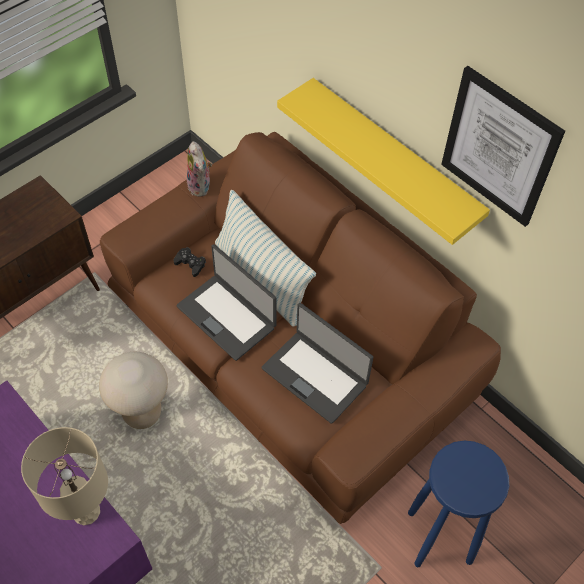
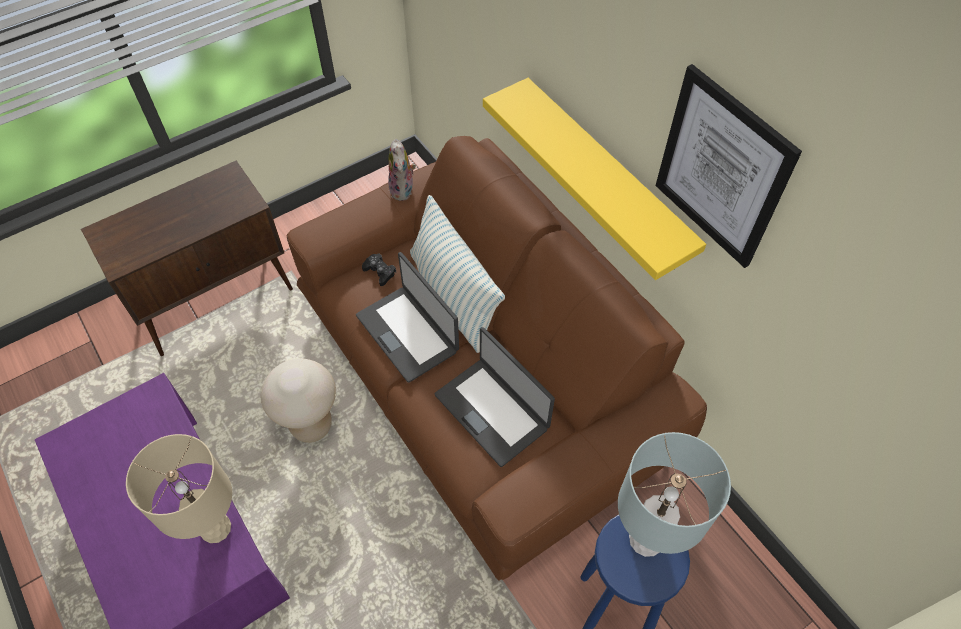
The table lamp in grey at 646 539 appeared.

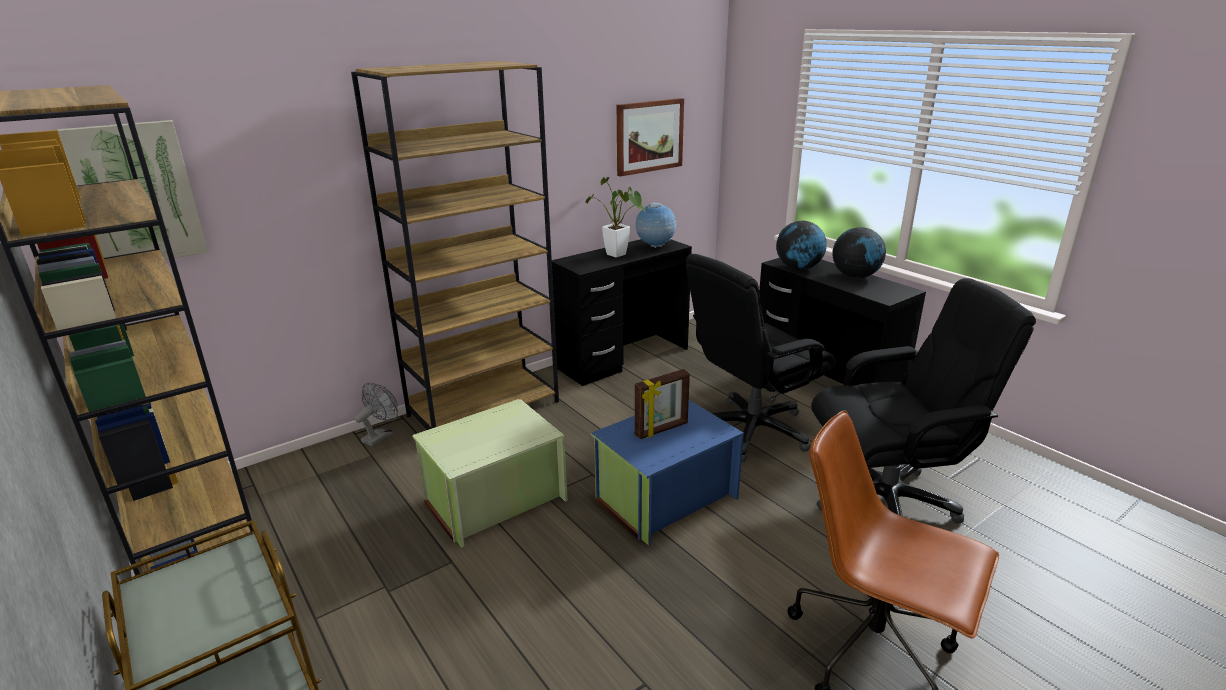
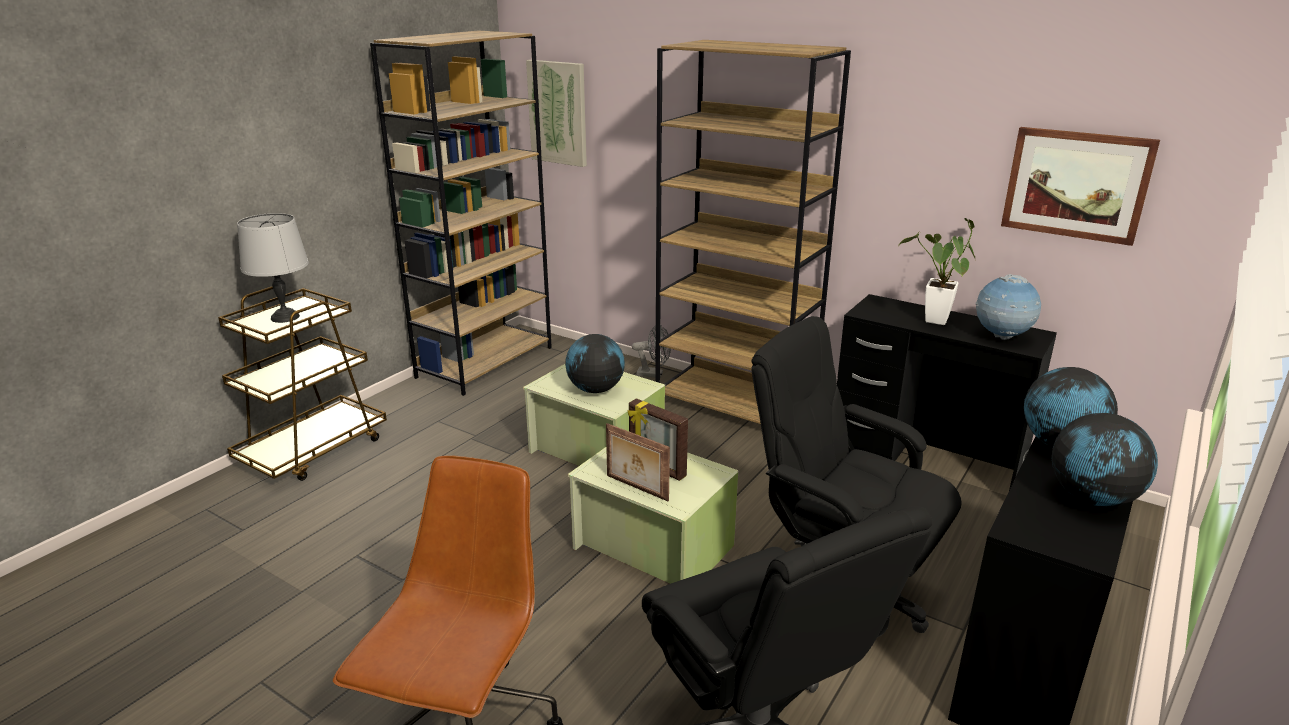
The storage box in blue at 664 498 became the storage box in green at 654 546.
The table lamp in grey at 285 317 appeared.
The globe at 595 390 appeared.
The picture frame at 636 488 appeared.

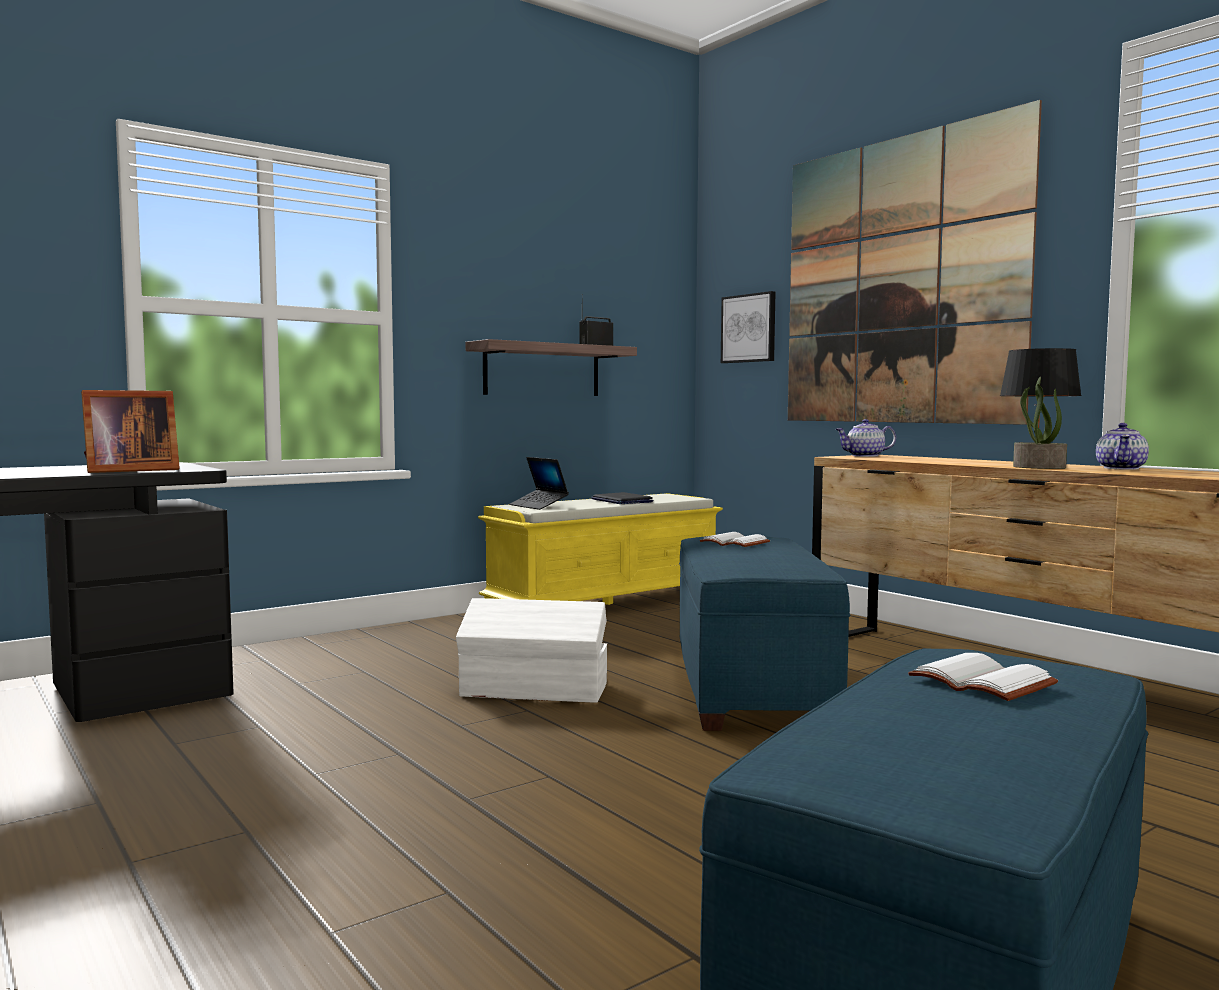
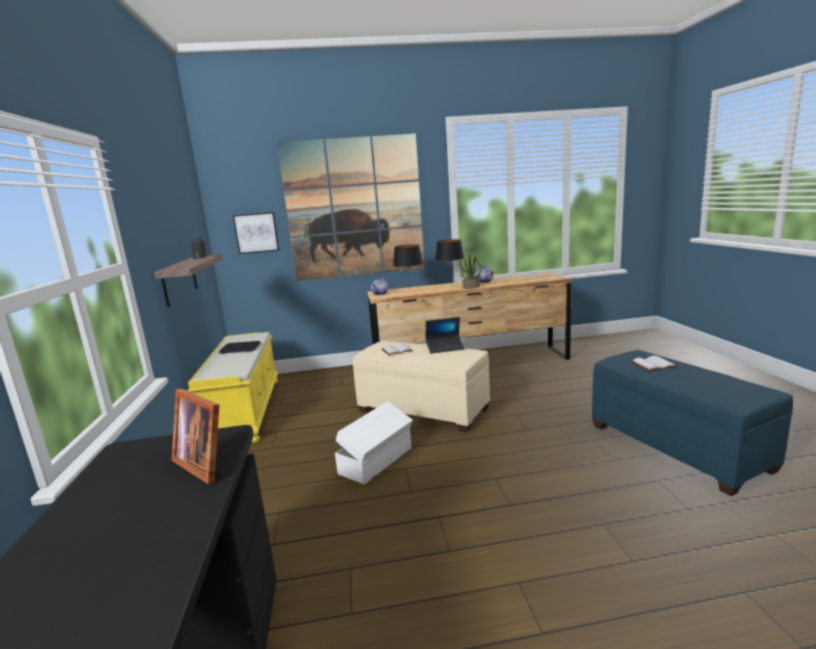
The picture frame at 127 470 turned 135 degrees clockwise.
The laptop moved from 538 506 to 445 348.
The ottoman in blue at 752 687 became the ottoman in beige at 424 409.
The table lamp in black at 409 291 appeared.

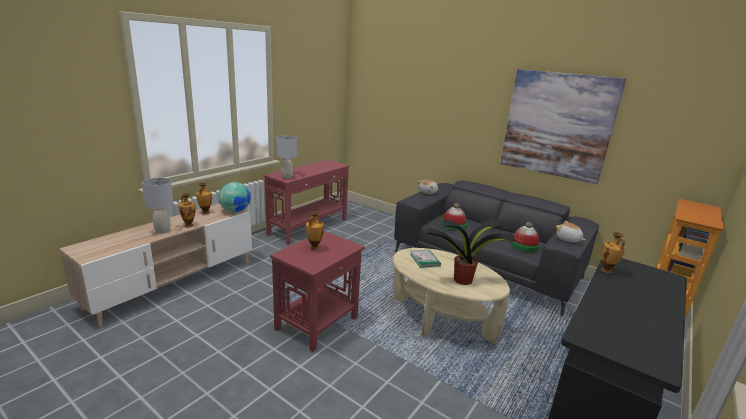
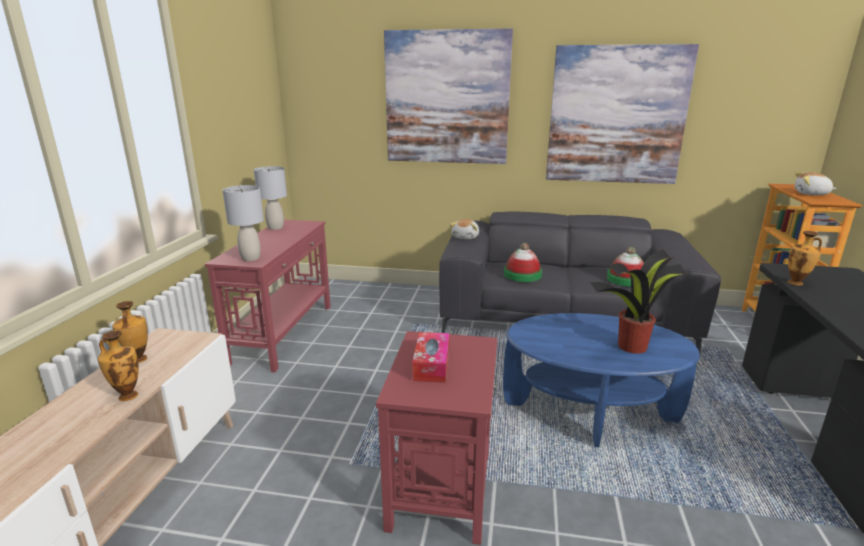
The table lamp in grey moved from 163 231 to 276 228.
The globe at 235 211 disappeared.
The vase at 314 248 was replaced by the tissue box at 431 365.
The plush toy moved from 568 239 to 811 194.
The coffee table in beige at 441 319 became the coffee table in blue at 590 412.
The book at 424 260 disappeared.
The picture at 447 98 appeared.

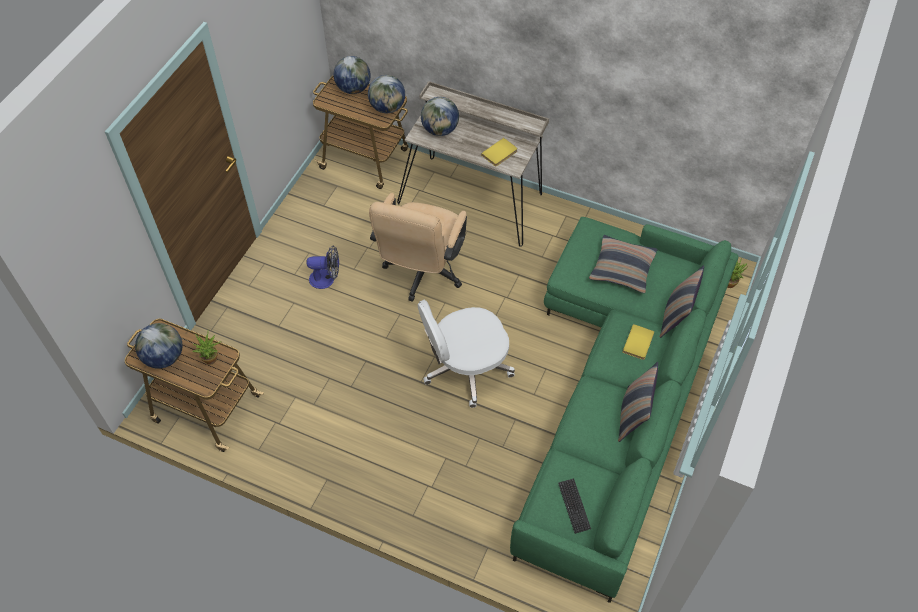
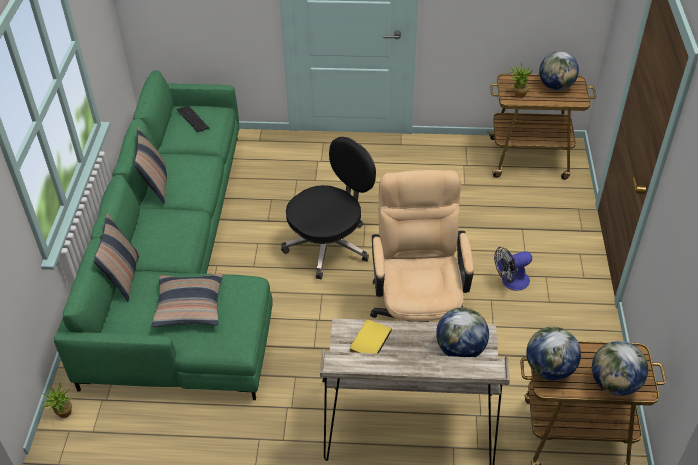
The office chair in white at 465 368 became the office chair in black at 329 245.
The book in yellow at 639 343 disappeared.

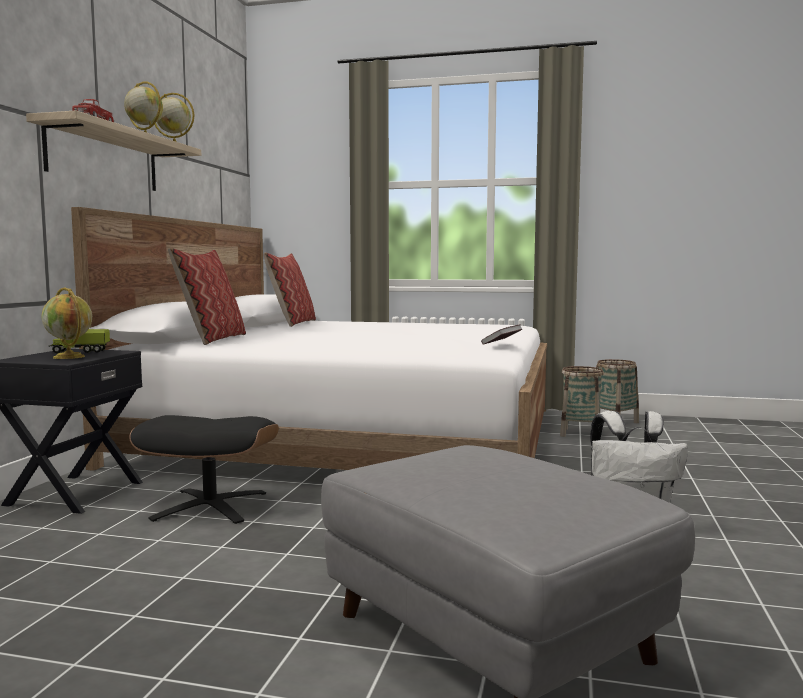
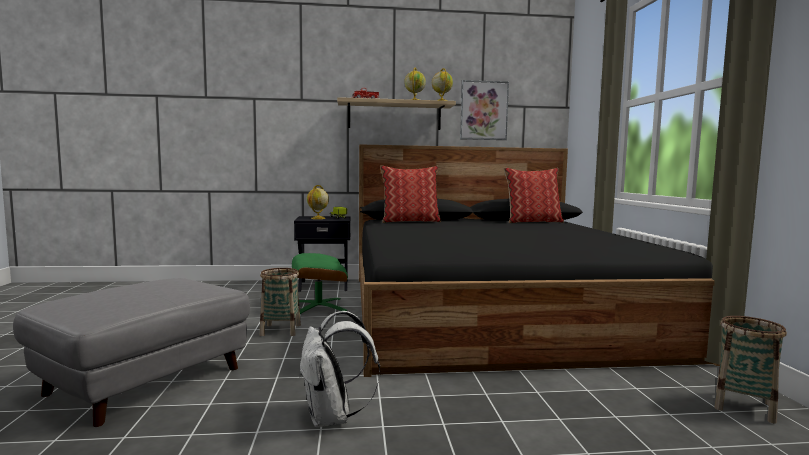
The bed in white at 353 435 became the bed in black at 492 311.
The book at 501 343 disappeared.
The basket moved from 580 433 to 280 330.
The ottoman in black at 209 506 became the ottoman in green at 318 306.
The picture at 483 110 appeared.

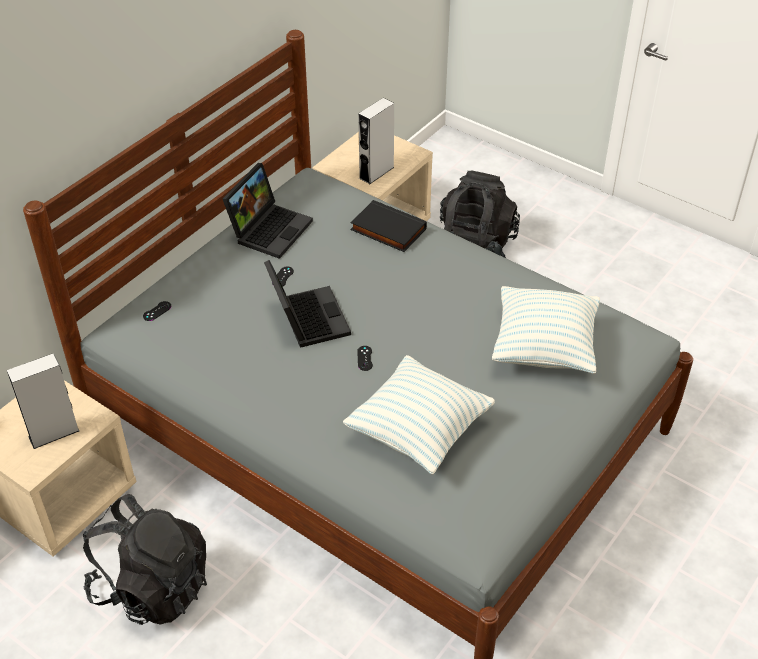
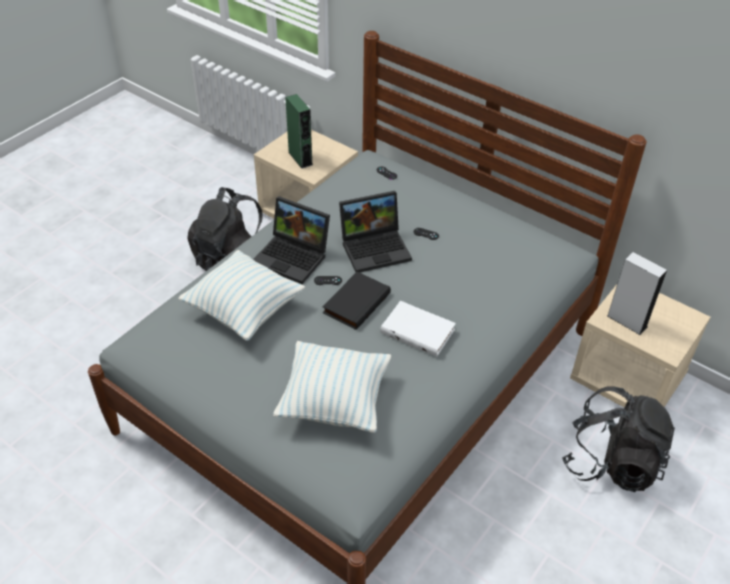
The laptop moved from 269 228 to 294 257.
The book in black moved from 387 230 to 355 302.
The speaker in grey at 54 433 became the speaker in green at 300 158.
The book in white at 419 330 appeared.

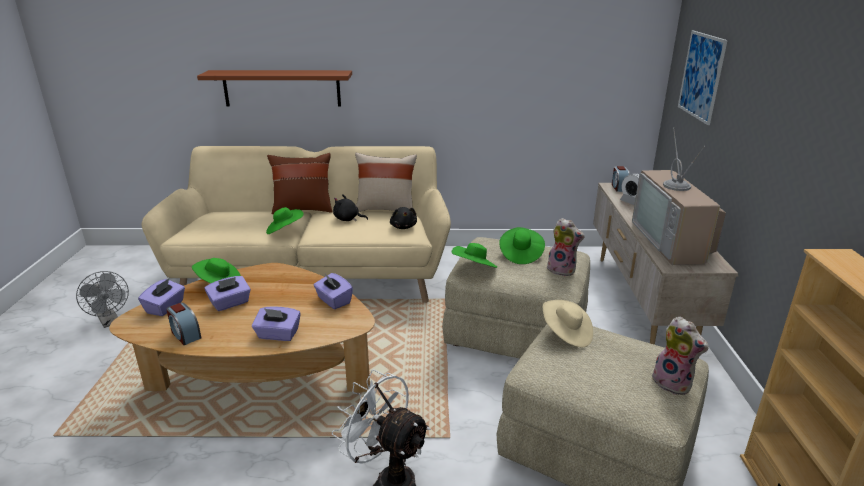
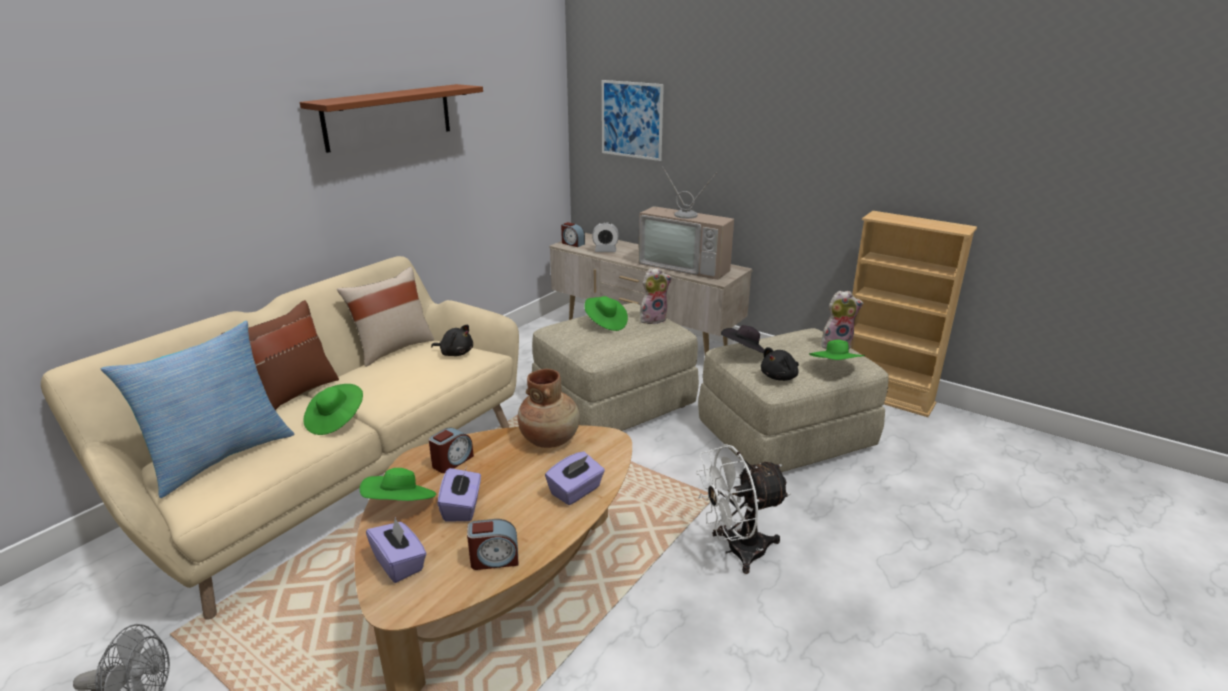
The shelf in brown moved from 282 88 to 389 116.
The plush toy in black moved from 348 219 to 780 377.
The hat in green moved from 474 268 to 835 368.
The tissue box in purple at 333 301 was replaced by the vase in brown at 550 439.
The hat in beige at 566 334 became the hat in black at 745 354.
The pillow at 220 456 appeared.
The alarm clock at 452 461 appeared.

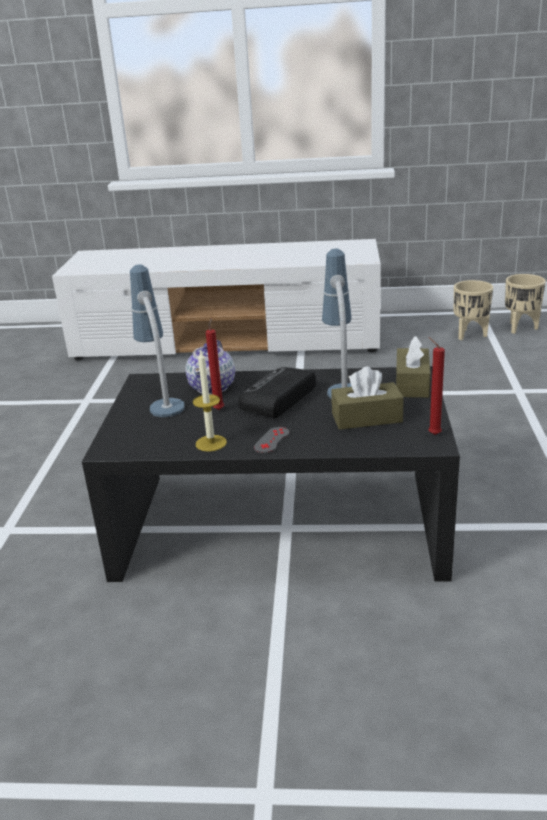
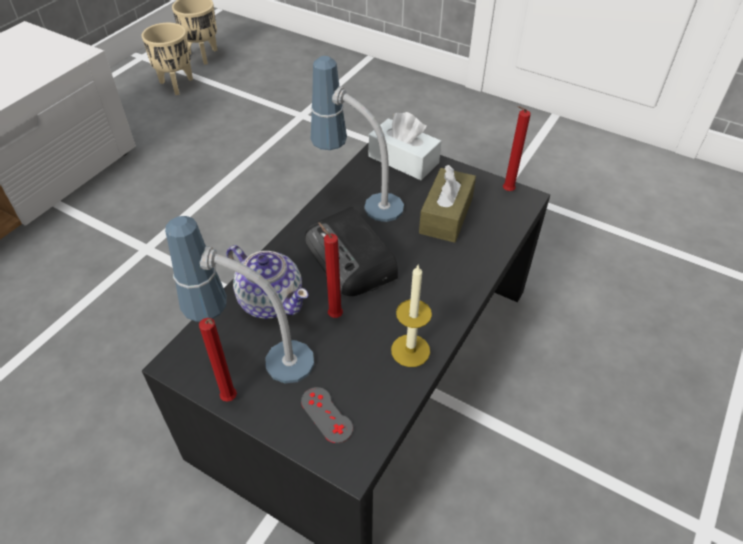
The tissue box in brown at 412 384 became the tissue box in white at 403 160.
The game controller in grey moved from 272 440 to 326 415.
The candle in red at 230 400 appeared.

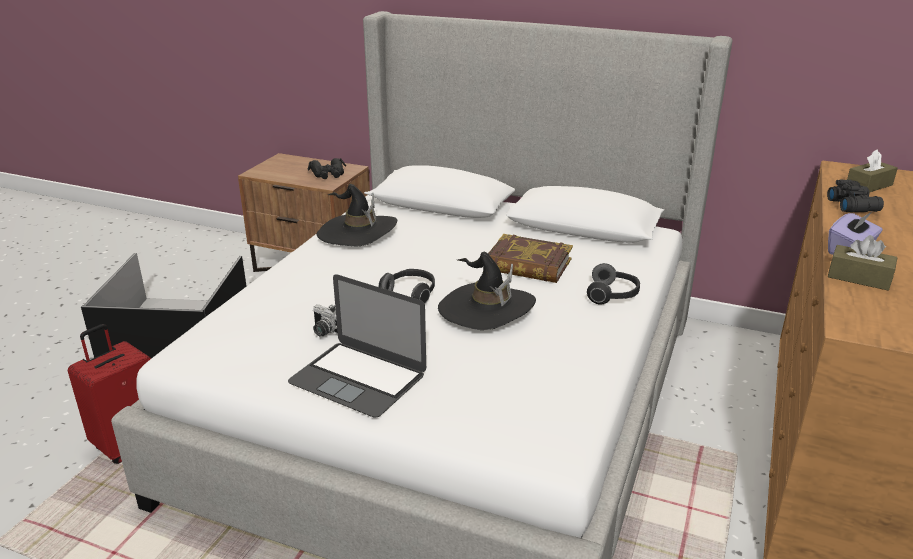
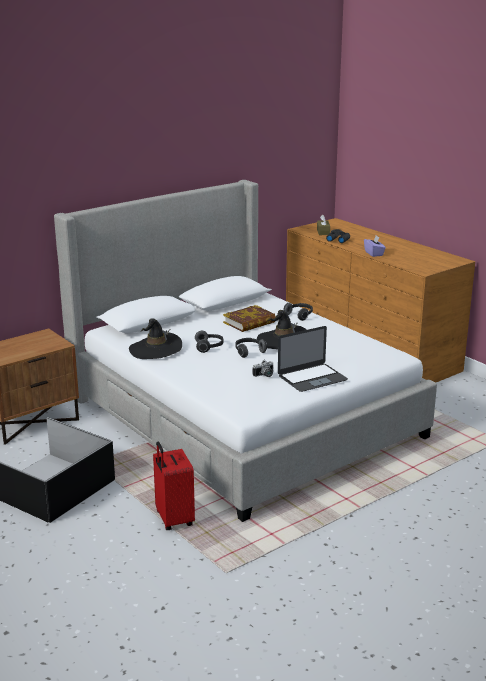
The binoculars in black at 328 174 disappeared.
The tissue box in brown at 859 278 disappeared.
The headphones at 209 347 appeared.

